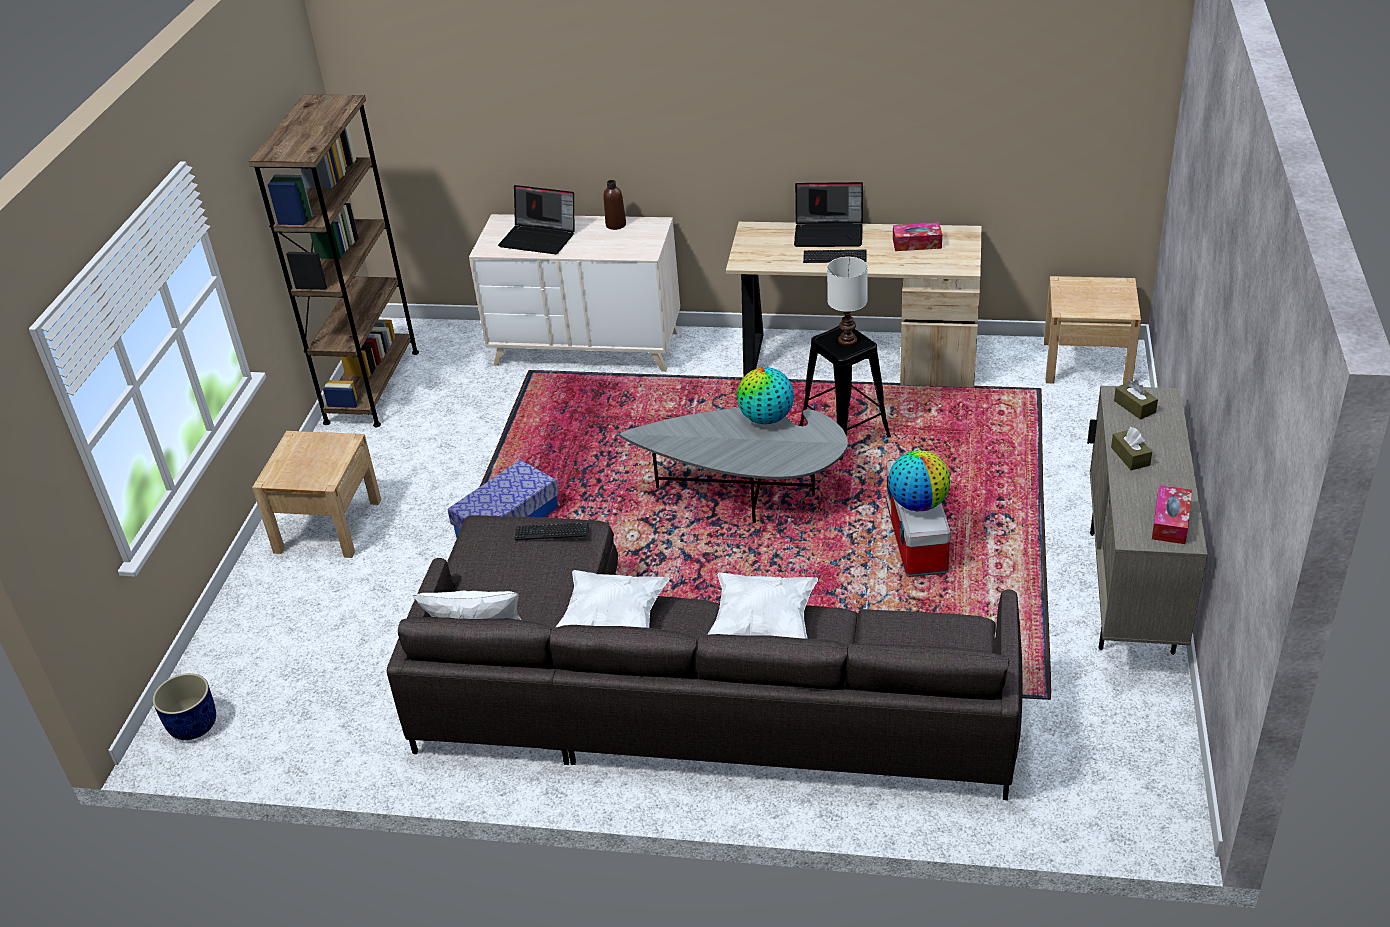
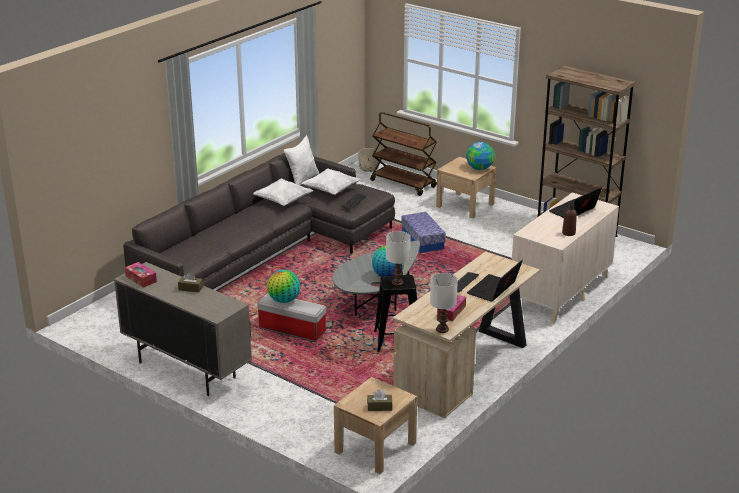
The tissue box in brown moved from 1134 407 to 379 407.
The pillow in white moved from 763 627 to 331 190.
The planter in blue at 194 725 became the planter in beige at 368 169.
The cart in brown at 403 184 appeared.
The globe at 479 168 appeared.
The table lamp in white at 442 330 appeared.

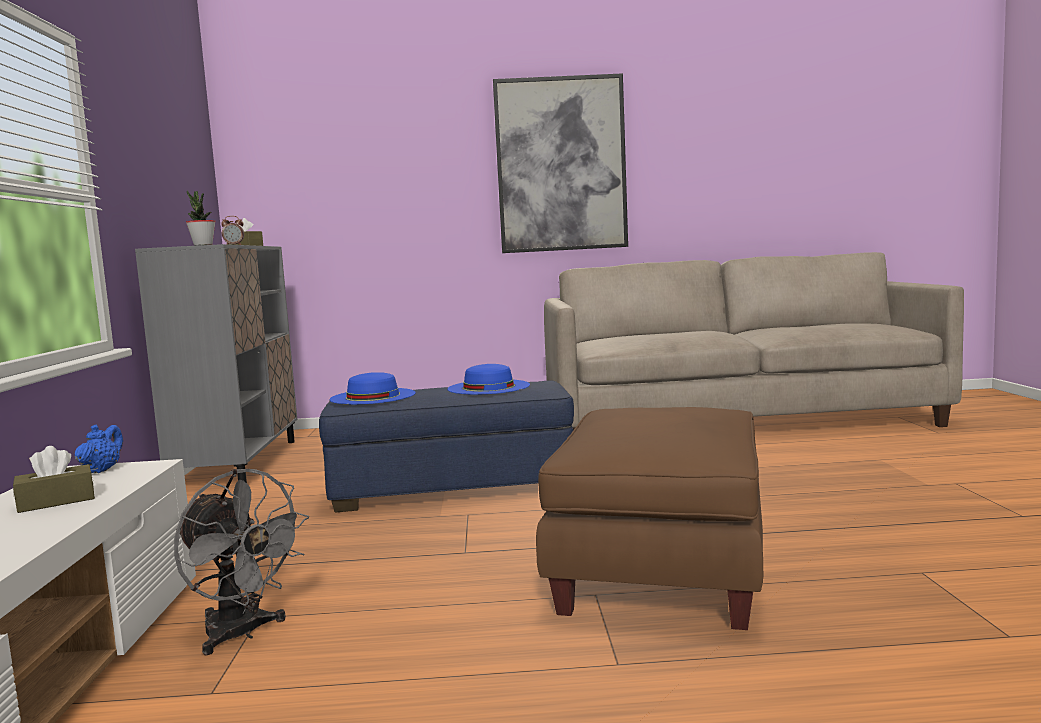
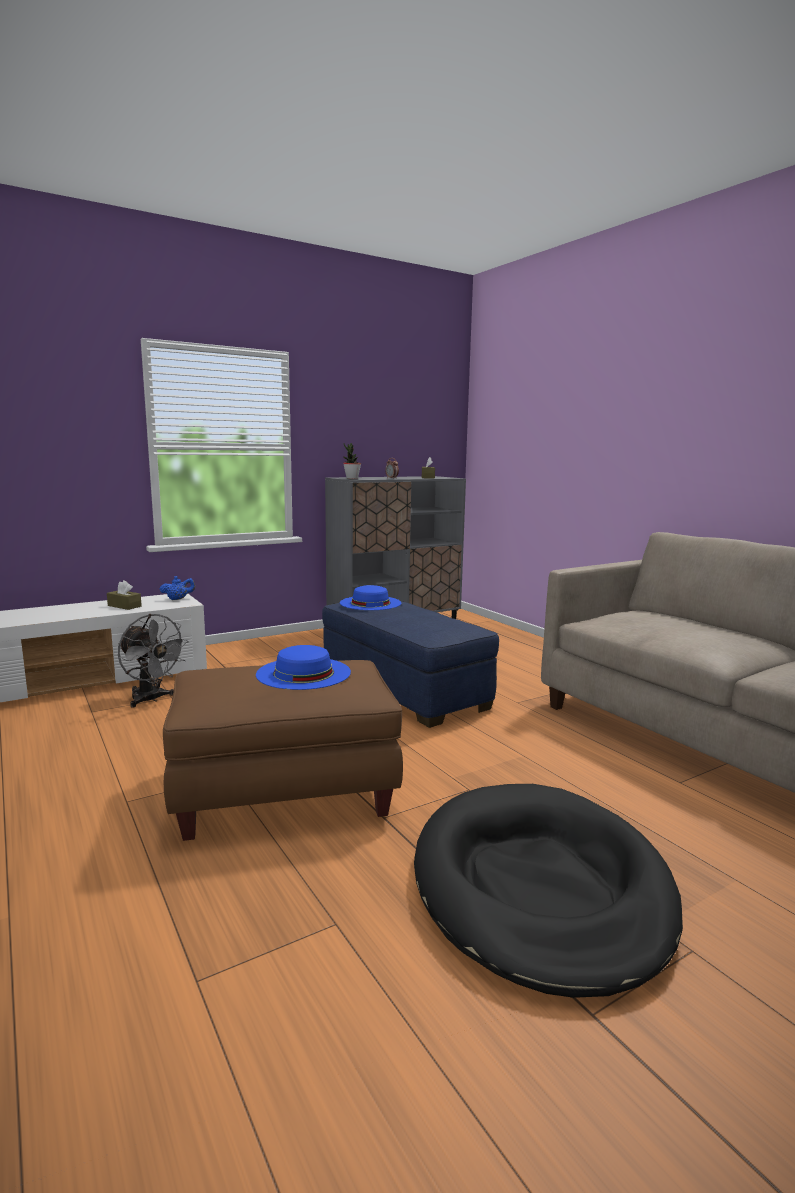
The picture at 561 165 disappeared.
The hat in blue moved from 488 387 to 303 673.
The fan in grey at 242 634 turned 60 degrees counterclockwise.
The dog bed in black at 540 887 appeared.

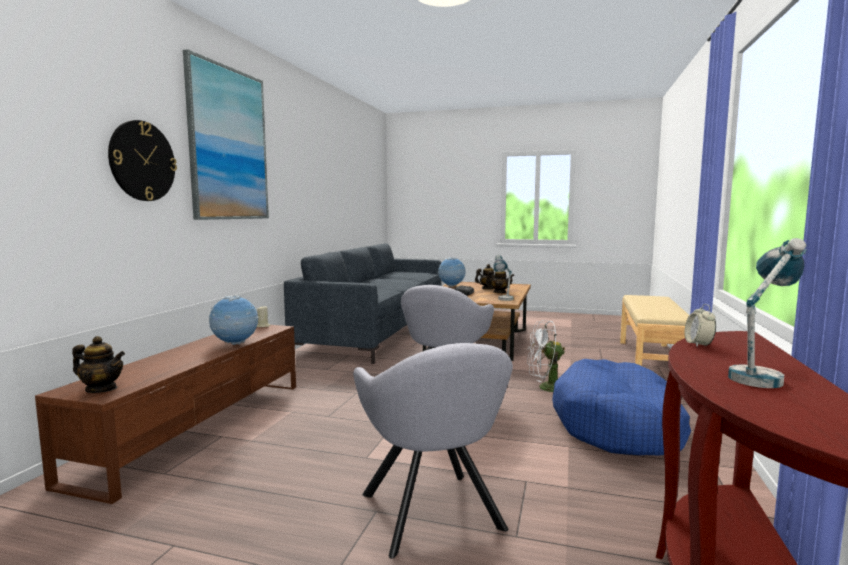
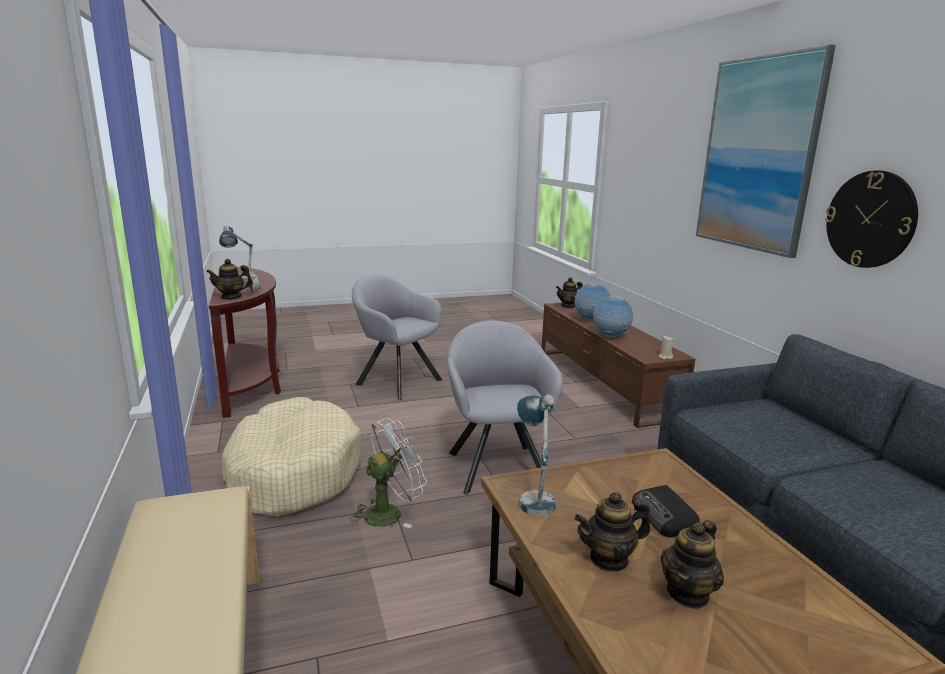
The wall clock moved from 142 161 to 870 219.
The globe moved from 451 286 to 591 320.
The dog bed in blue at 618 425 became the dog bed in beige at 292 472.
The teapot at 231 297 appeared.

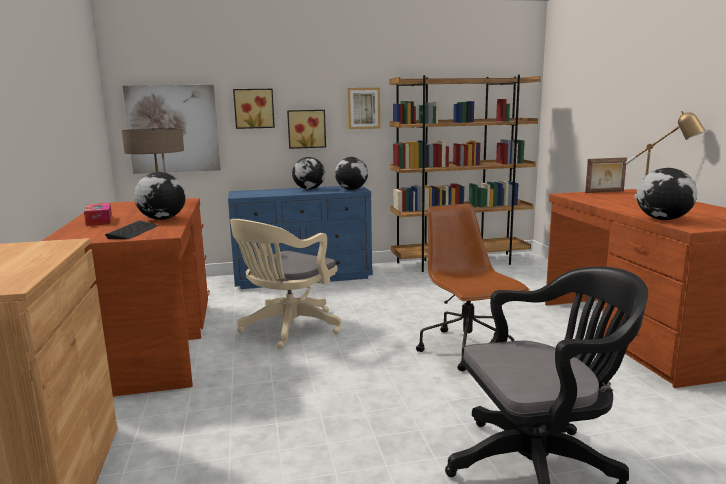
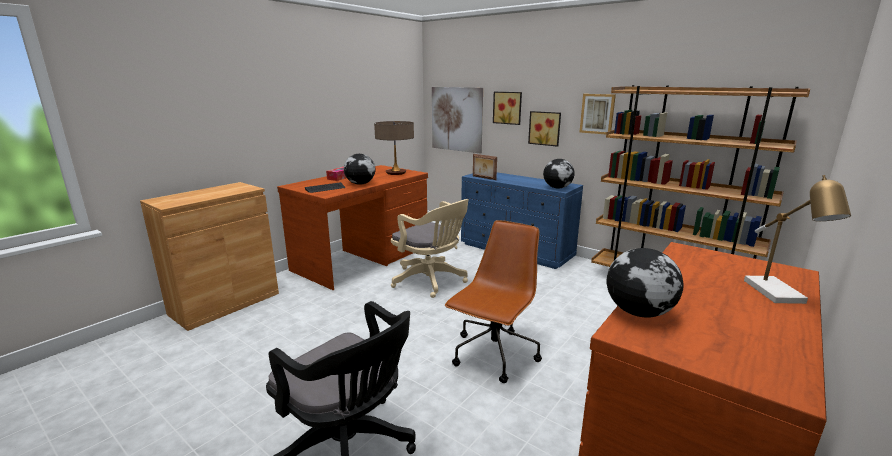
The globe at 309 189 disappeared.
The picture frame moved from 604 192 to 483 178.
The office chair in beige at 287 329 turned 135 degrees counterclockwise.

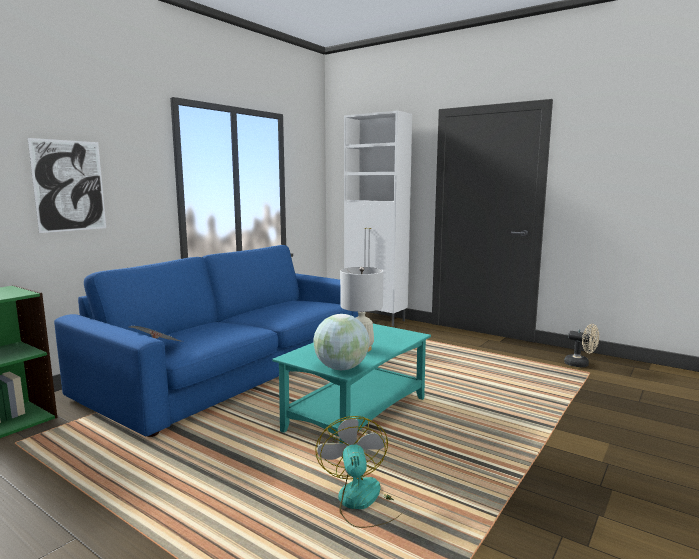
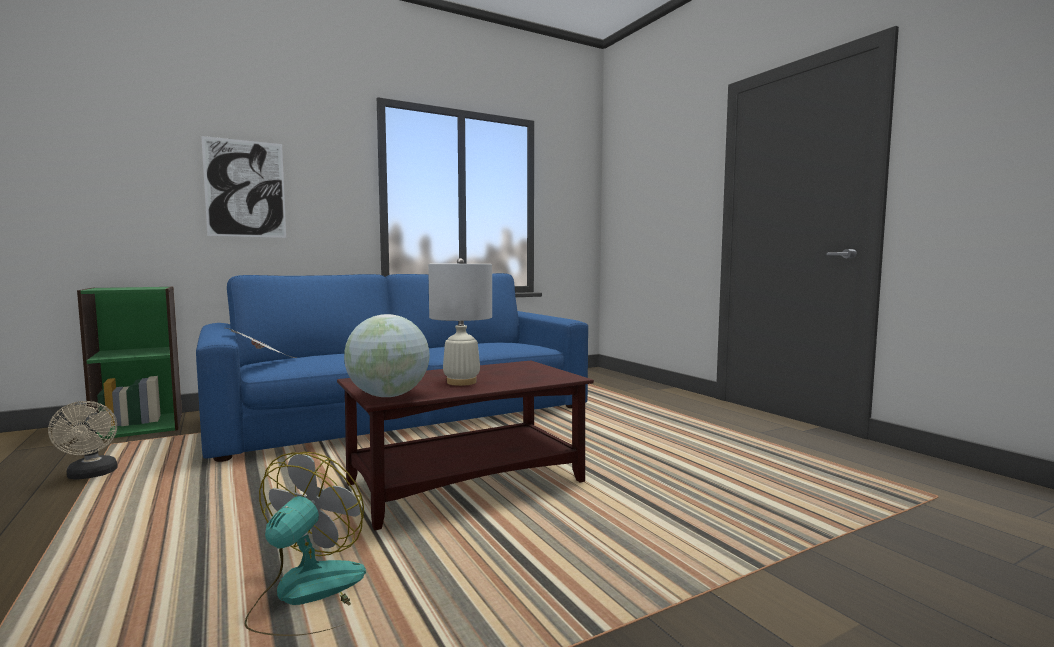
The cabinet in white at 376 319 disappeared.
The coffee table in turquoise at 357 413 became the coffee table in brown at 467 482.
The fan in beige moved from 580 364 to 91 475.

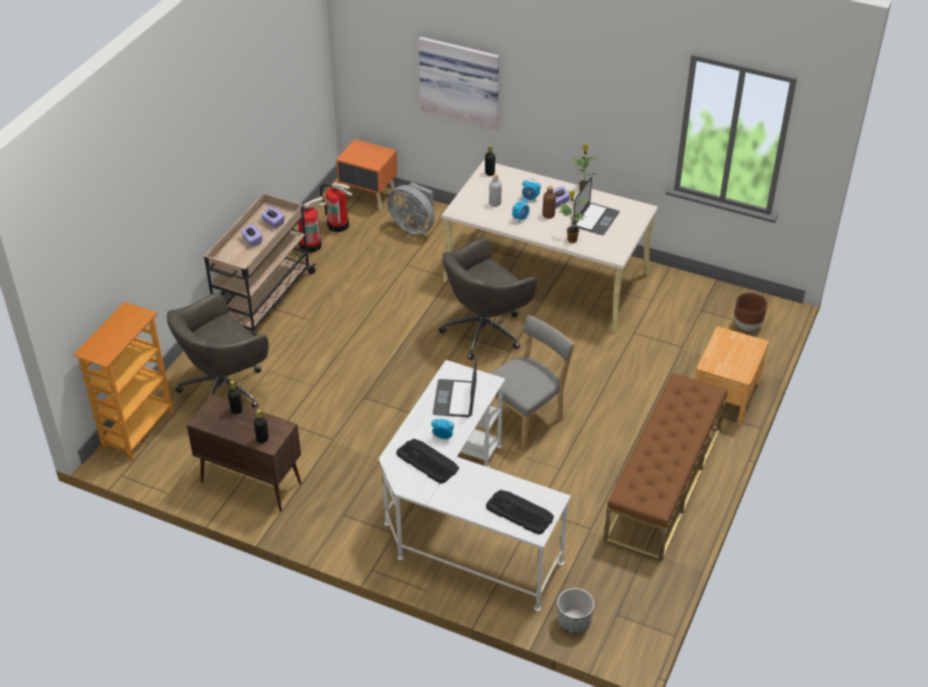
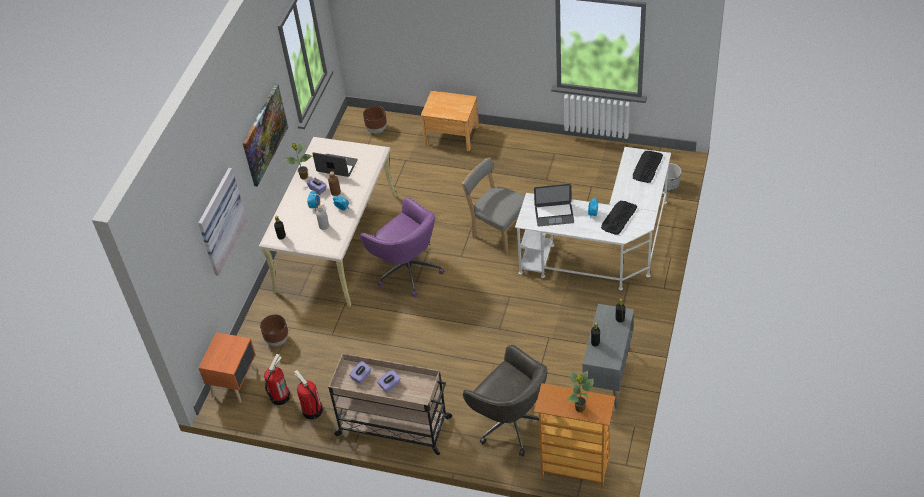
The fan in grey at 414 226 was replaced by the planter in brown at 277 340.
The potted plant moved from 571 240 to 580 409.
The office chair in grey at 485 330 became the office chair in purple at 407 269.
The bench in brown at 664 483 disappeared.
The cabinet in brown at 250 482 became the cabinet in grey at 607 377.
The picture at 264 134 appeared.

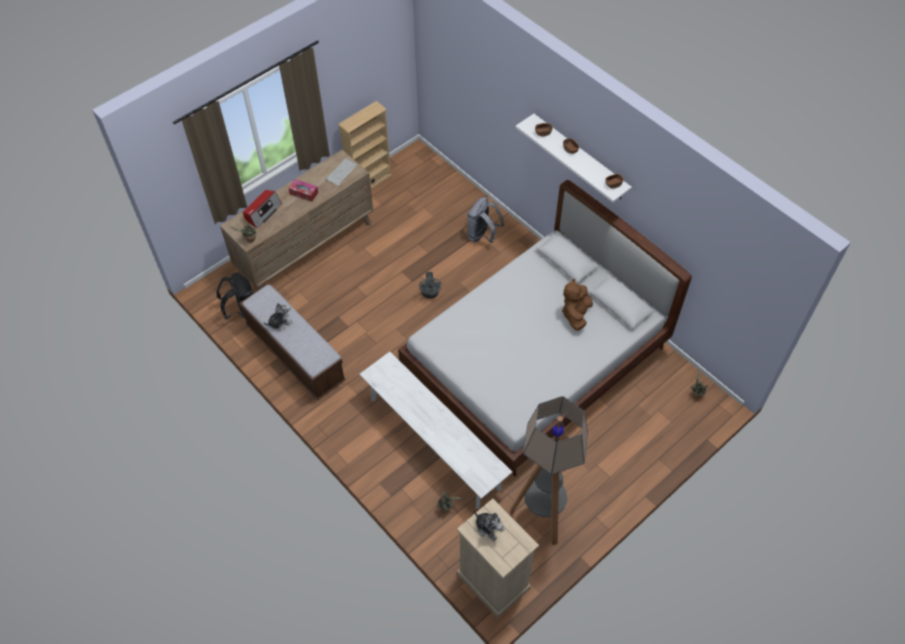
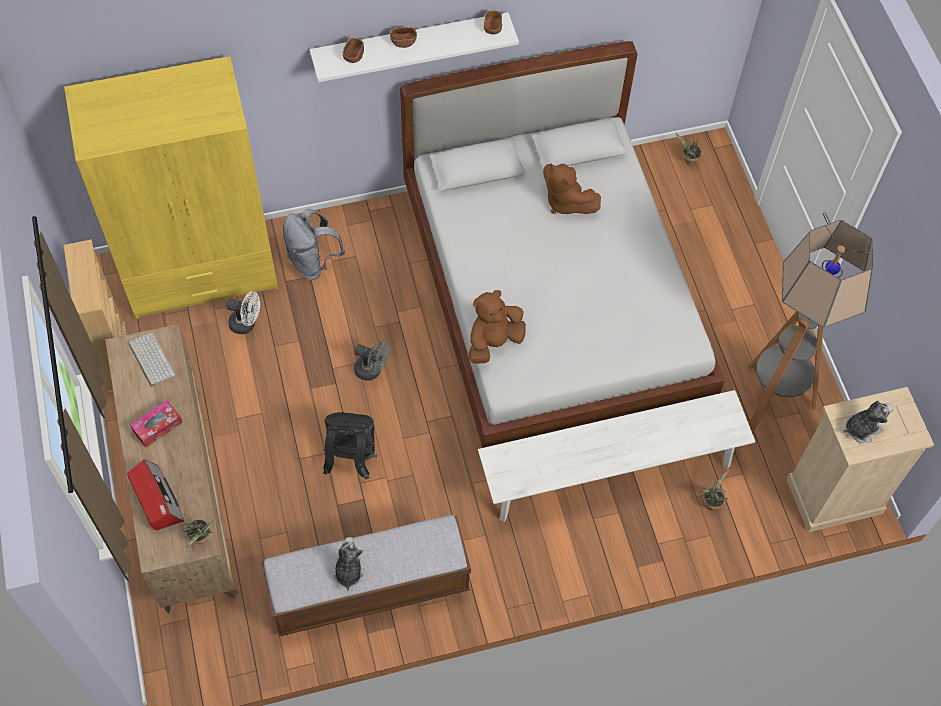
The backpack in black moved from 241 310 to 351 459.
The wardrobe in yellow at 202 272 appeared.
The plush toy in brown at 494 342 appeared.
The fan in white at 246 324 appeared.

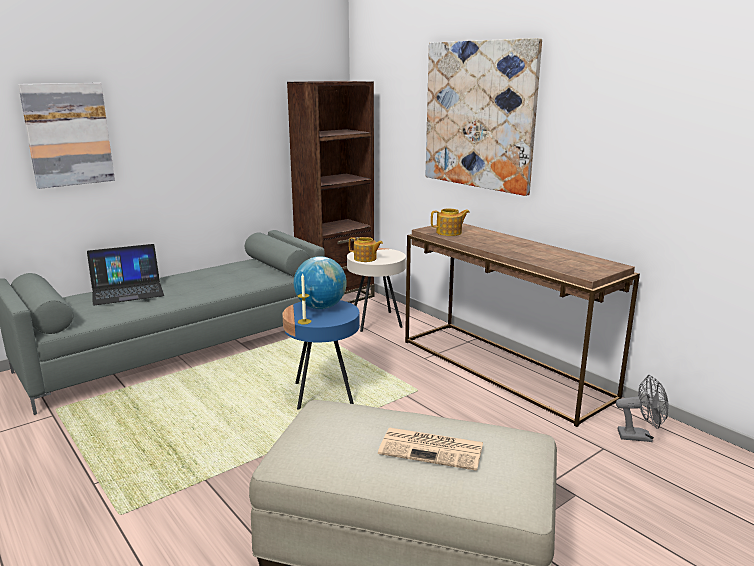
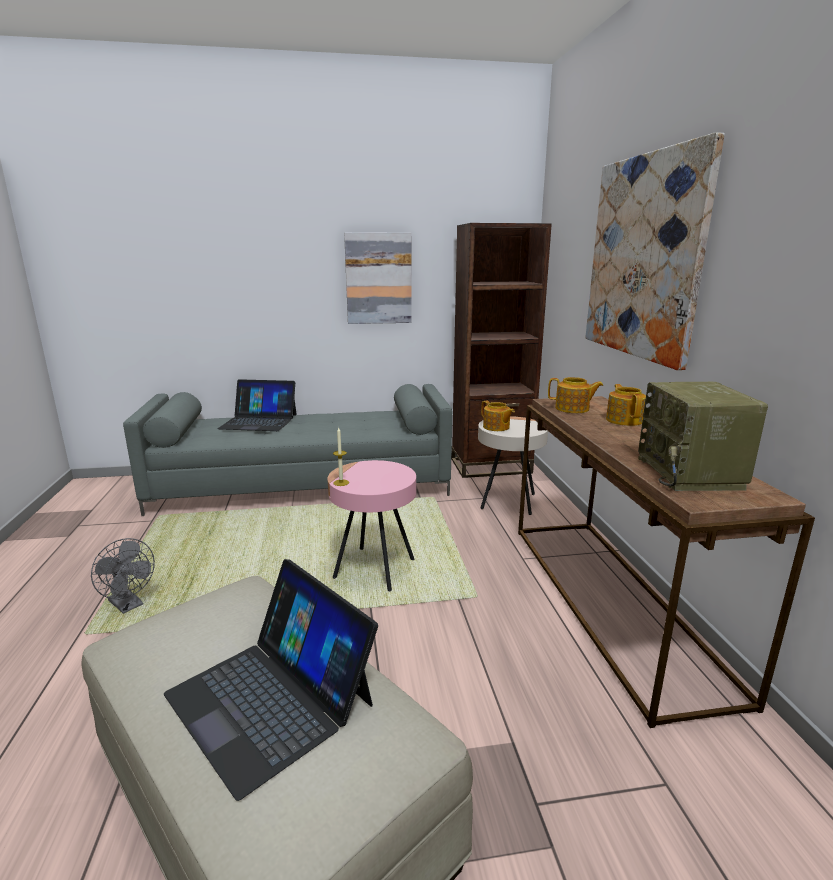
The picture moved from 68 134 to 378 278.
The globe at 320 307 disappeared.
The side table in blue at 323 394 became the side table in pink at 374 569.
The fan in grey moved from 640 436 to 129 605.
The newspaper at 433 449 was replaced by the laptop at 271 698.
The radio at 691 473 appeared.
The teapot at 624 420 appeared.

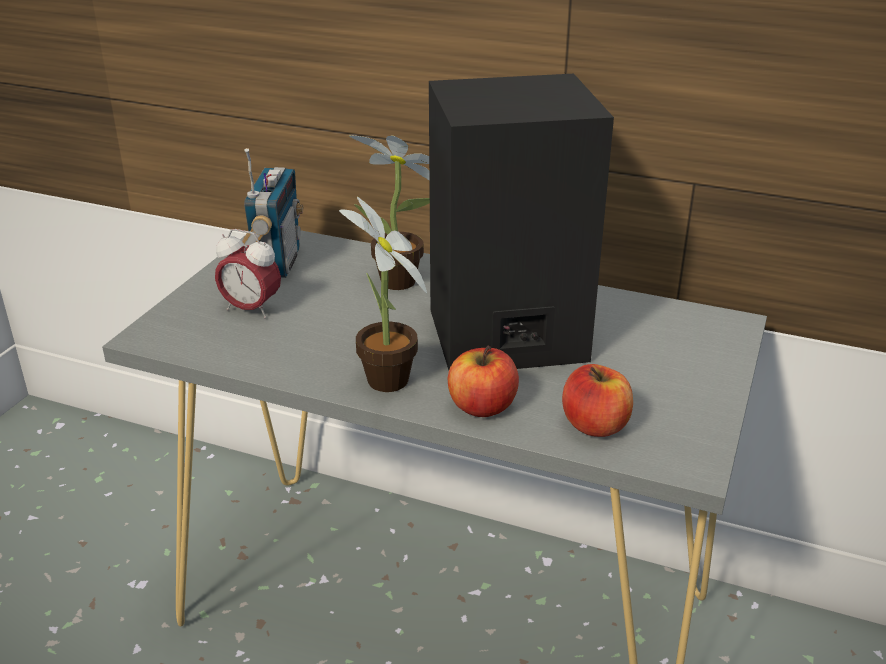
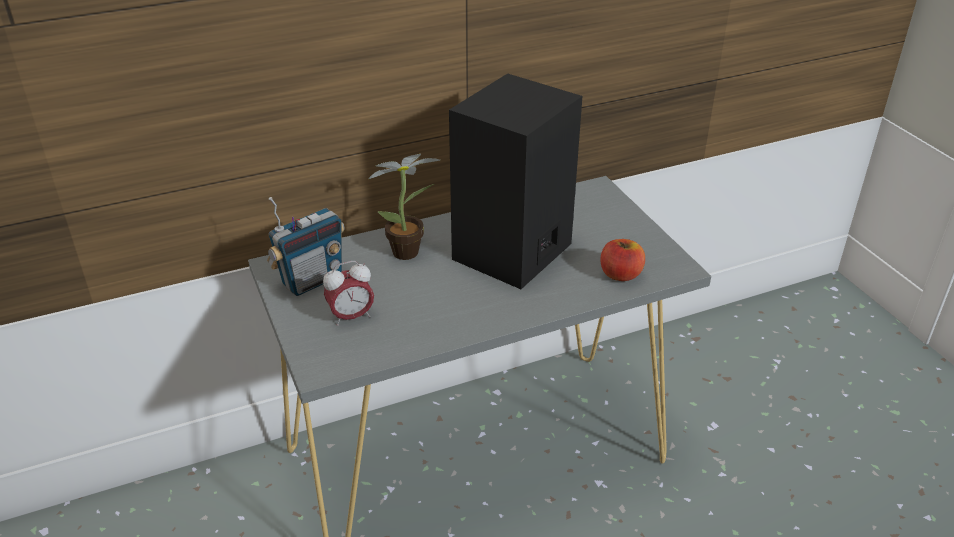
The radio at 276 263 turned 90 degrees clockwise.
The potted plant at 386 385 disappeared.
The apple at 482 406 disappeared.

